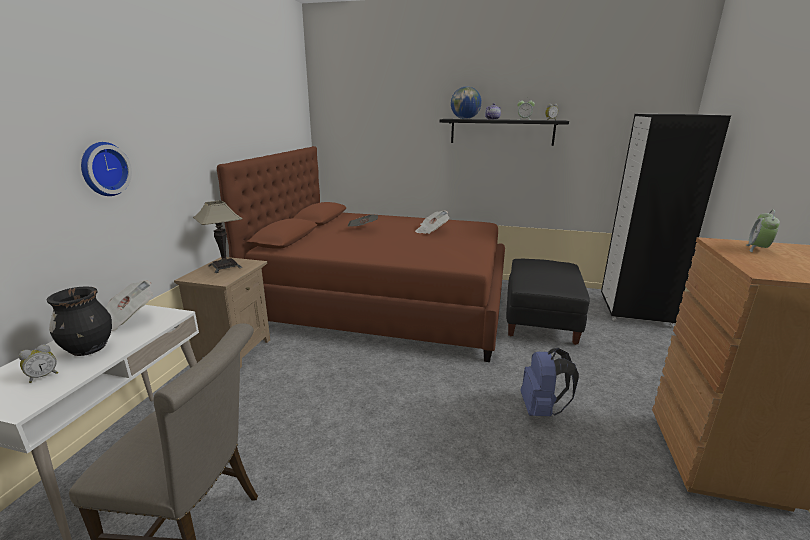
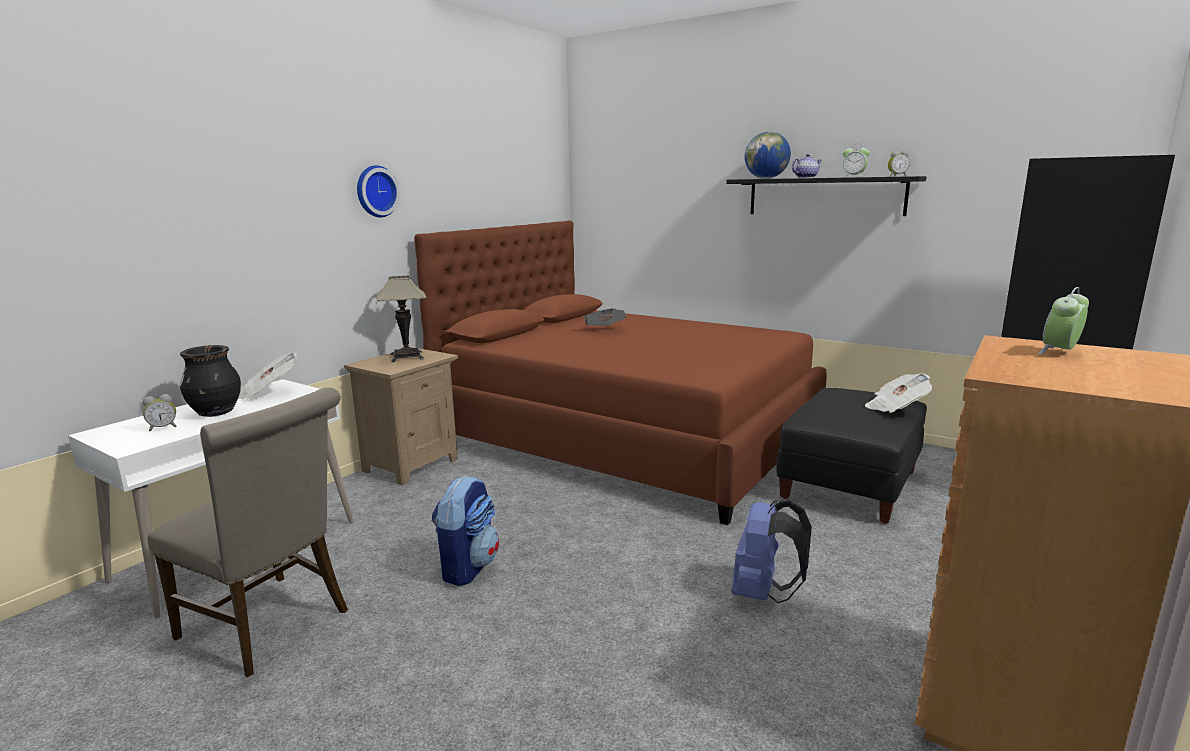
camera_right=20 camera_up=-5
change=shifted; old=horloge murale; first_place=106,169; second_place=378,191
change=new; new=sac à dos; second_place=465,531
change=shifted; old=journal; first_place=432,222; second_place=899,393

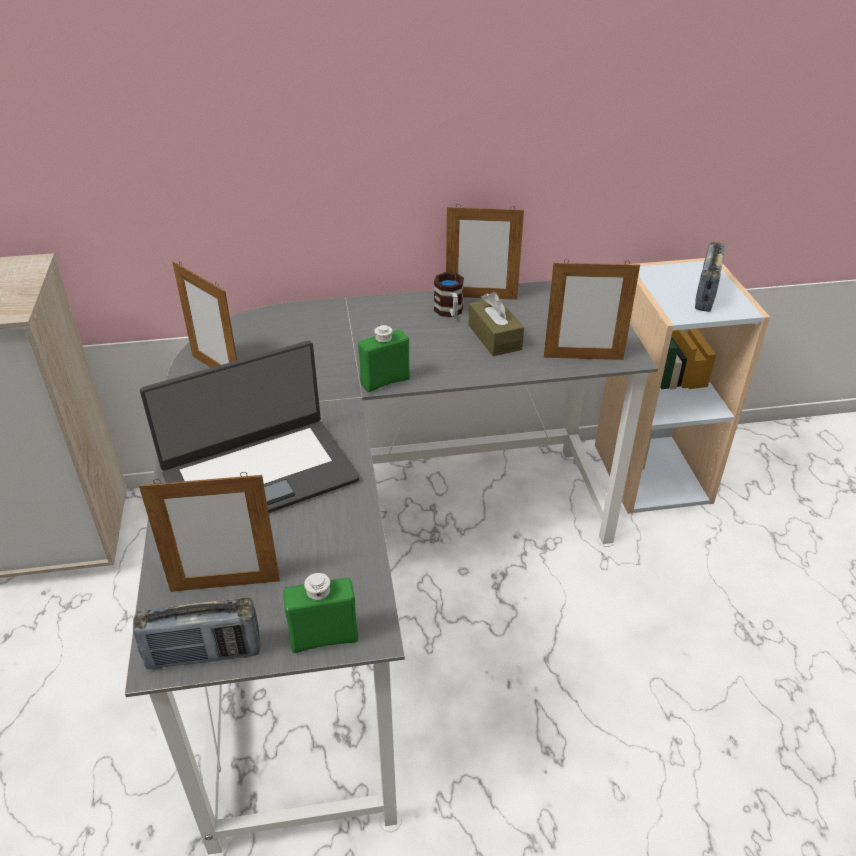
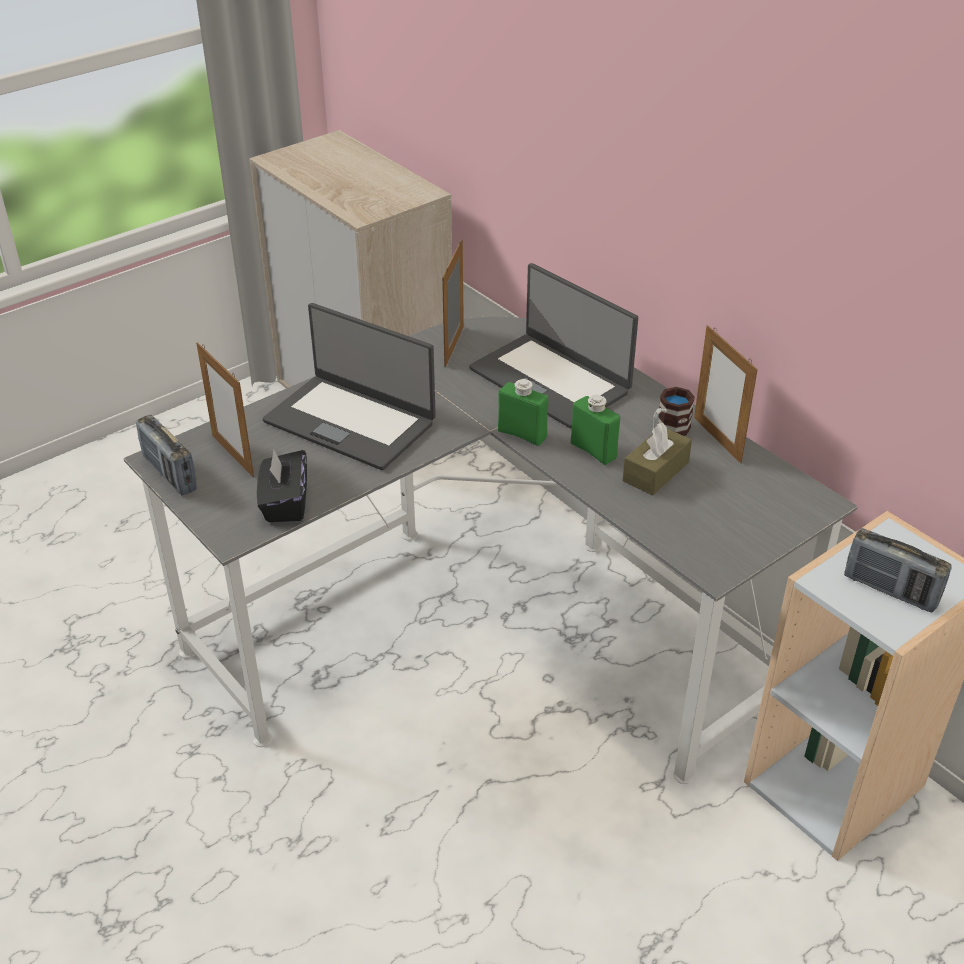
camera_right=60 camera_up=0
change=new; new=boîte à mouchoirs [noir]; second_place=282,486
change=new; new=ordinateur portable; second_place=553,346
change=shifted; old=bouteille [vert]; first_place=320,613; second_place=595,430
change=rotated; old=radio; first_place=710,277; second_place=898,570; degrees=-135
change=gone; old=cadre photo; first_place=592,309

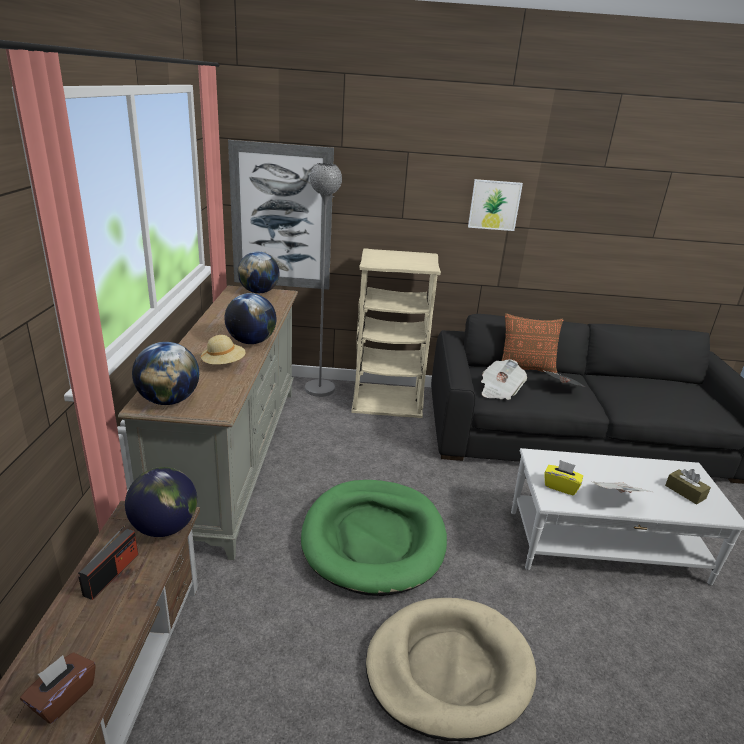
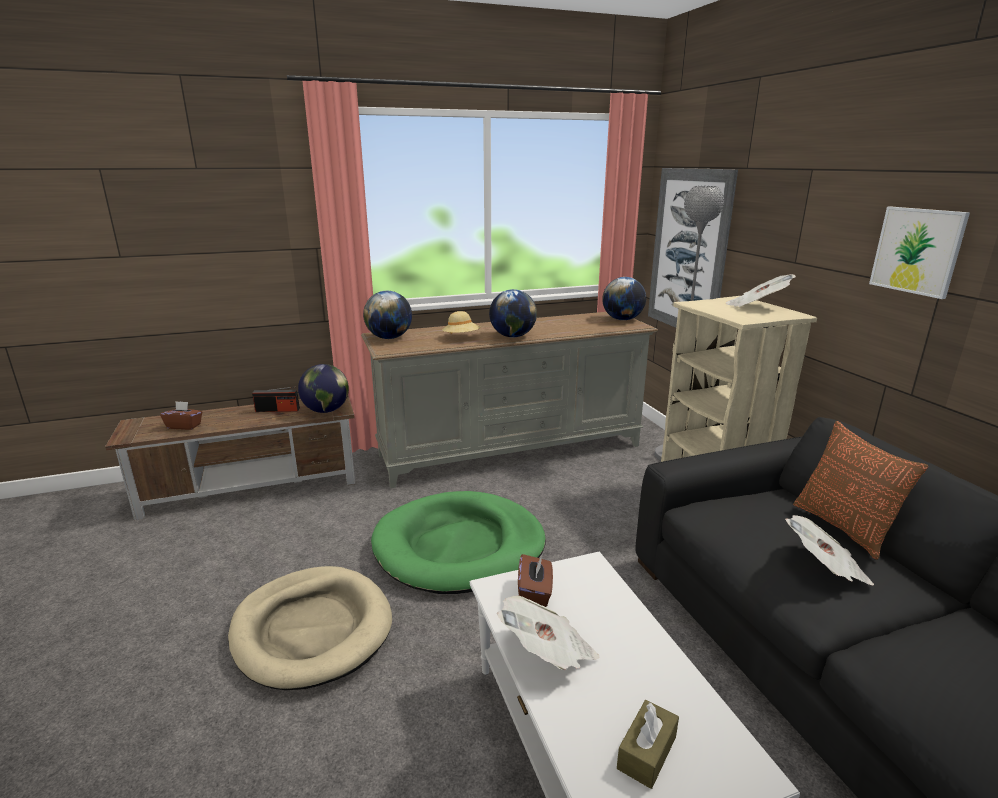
camera_right=70 camera_up=-5
change=repainted; old=boîte à mouchoirs [jaune]; new=boîte à mouchoirs [marron]; first_place=563,477; second_place=535,580
change=shifted; old=journal; first_place=504,379; second_place=761,290

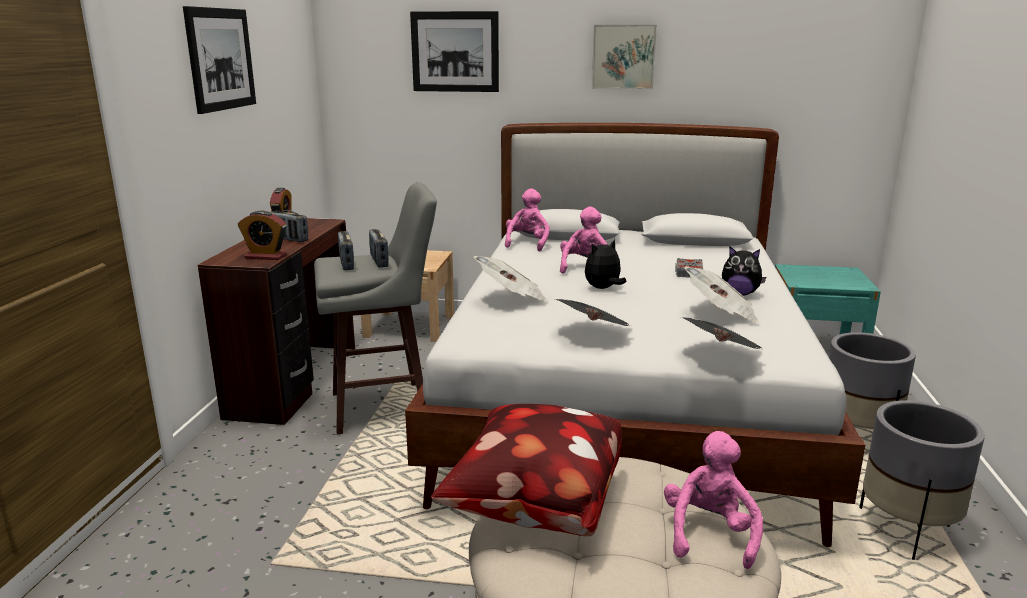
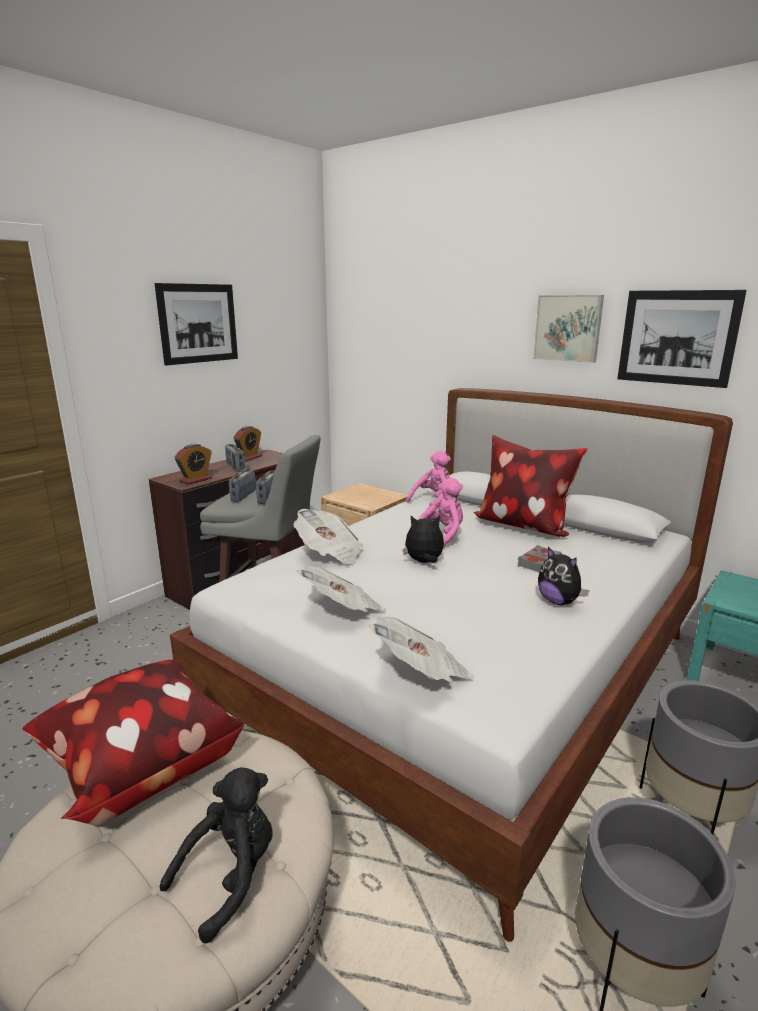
camera_right=30 camera_up=0
change=repainted; old=peluche [rose]; new=peluche [noir]; first_place=713,500; second_place=216,855
change=rotated; old=réveil; first_place=262,235; second_place=194,464; degrees=-90
change=new; new=coussin; second_place=530,486
change=shifted; old=tableau; first_place=454,51; second_place=682,339
change=gone; old=journal; first_place=722,294

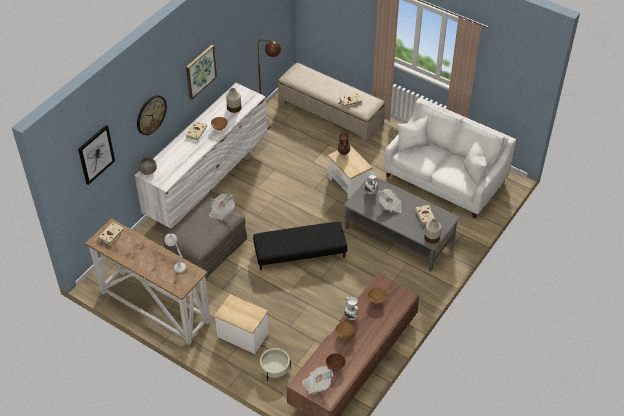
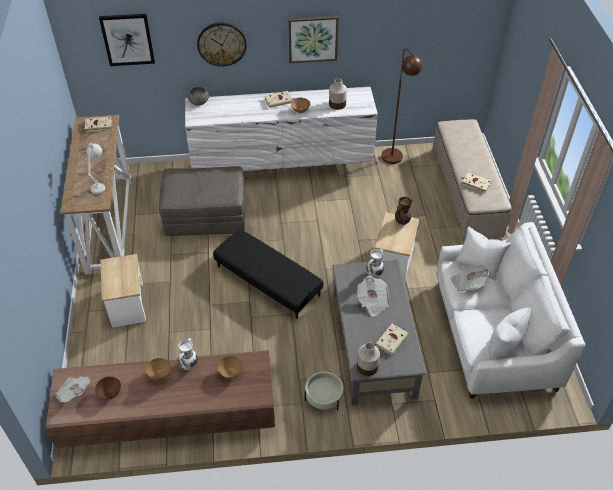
camera_right=50 camera_up=0
change=shifted; old=cache-pot [beige]; first_place=275,364; second_place=324,391
change=shifted; old=journal; first_place=222,207; second_place=470,278

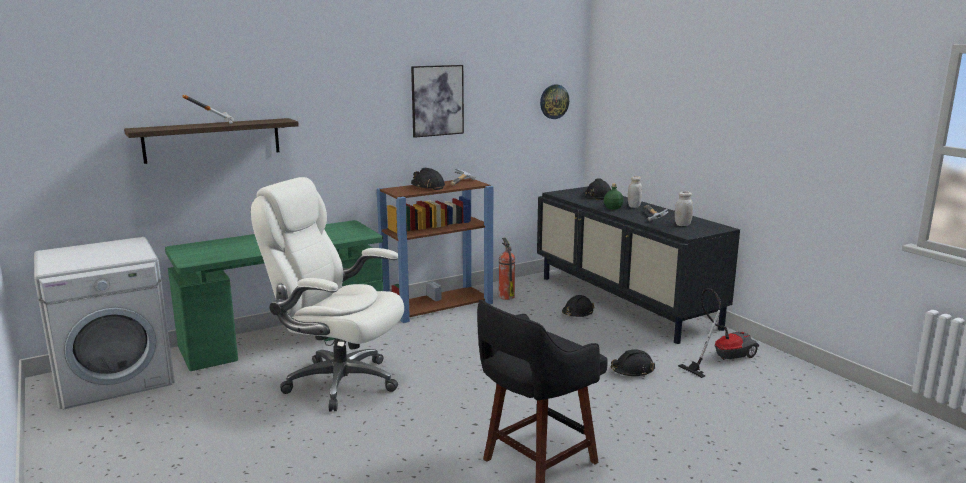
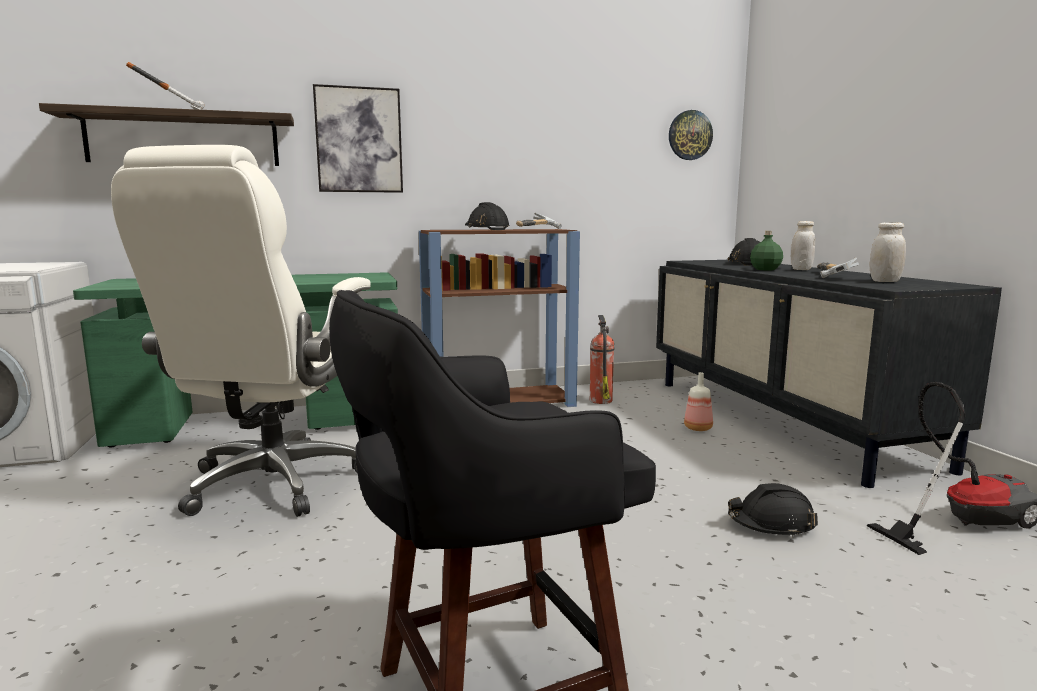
camera_right=15 camera_up=-5
change=rotated; old=chaise de bureau [blanc]; first_place=327,294; second_place=241,331; degrees=-120
change=shifted; old=tableau; first_place=437,101; second_place=358,138
change=swapped; old=casque de chantier [noir]; new=bouteille; first_place=578,306; second_place=698,401

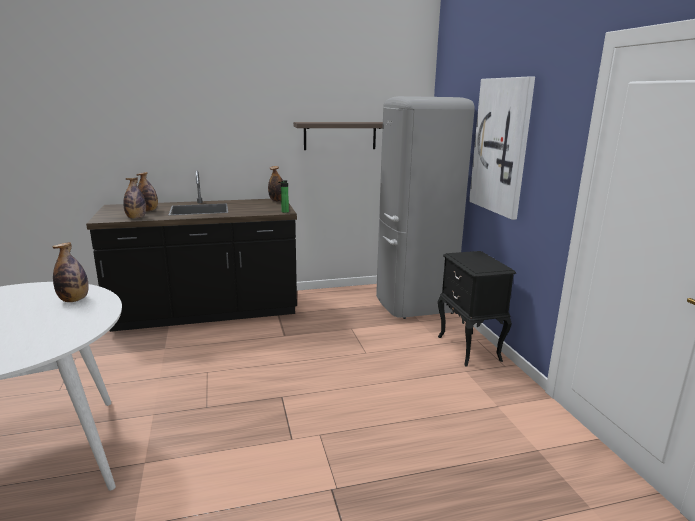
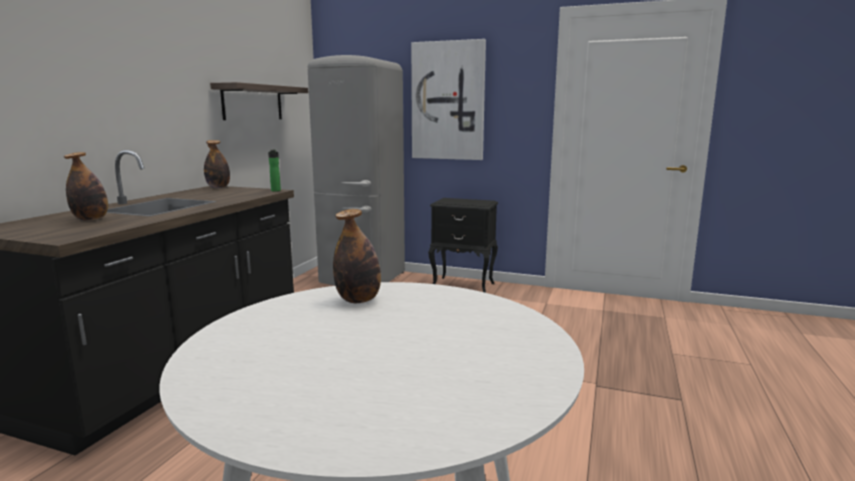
camera_right=-55 camera_up=-5
change=gone; old=bouteille; first_place=134,198

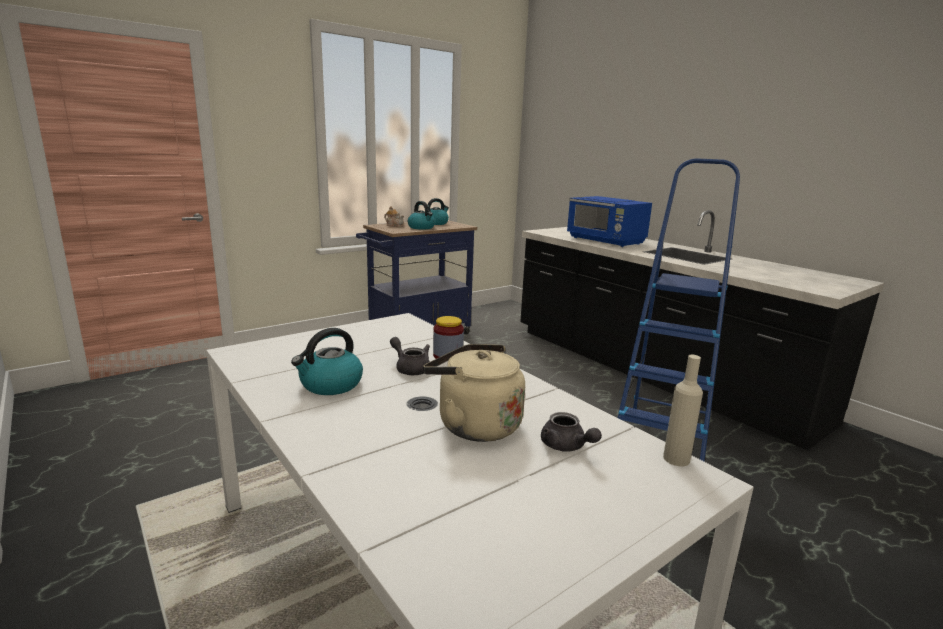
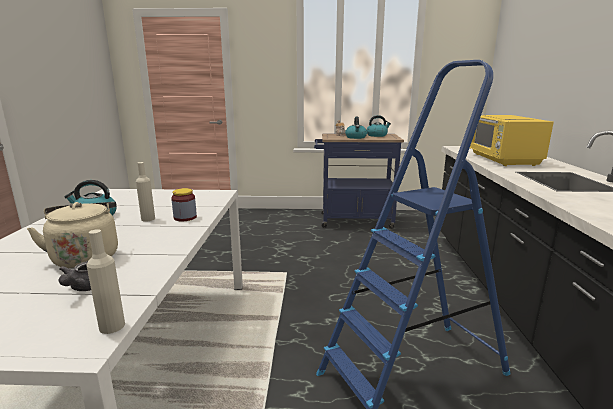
camera_right=40 camera_up=0
change=swapped; old=théière [gris]; new=bouteille [beige]; first_place=410,356; second_place=145,192
change=repainted; old=micro-ondes [bleu]; new=micro-ondes [jaune]; first_place=609,221; second_place=512,140

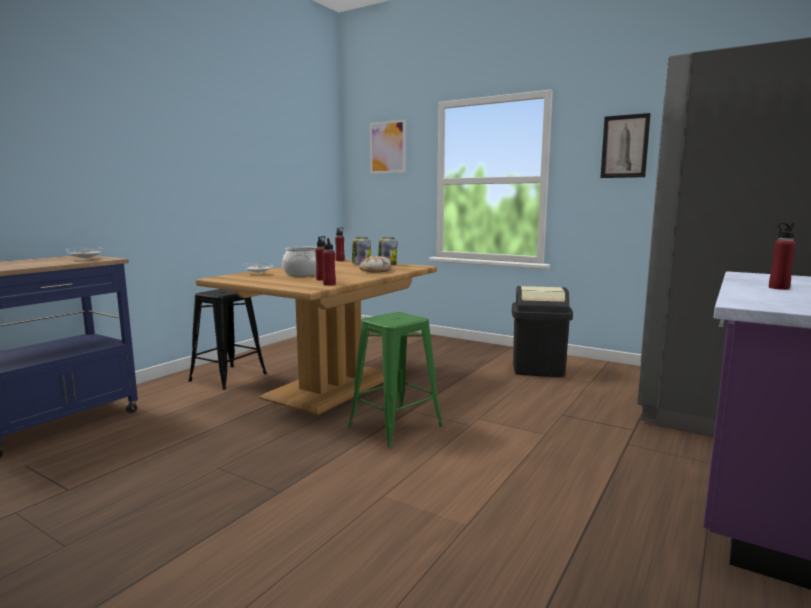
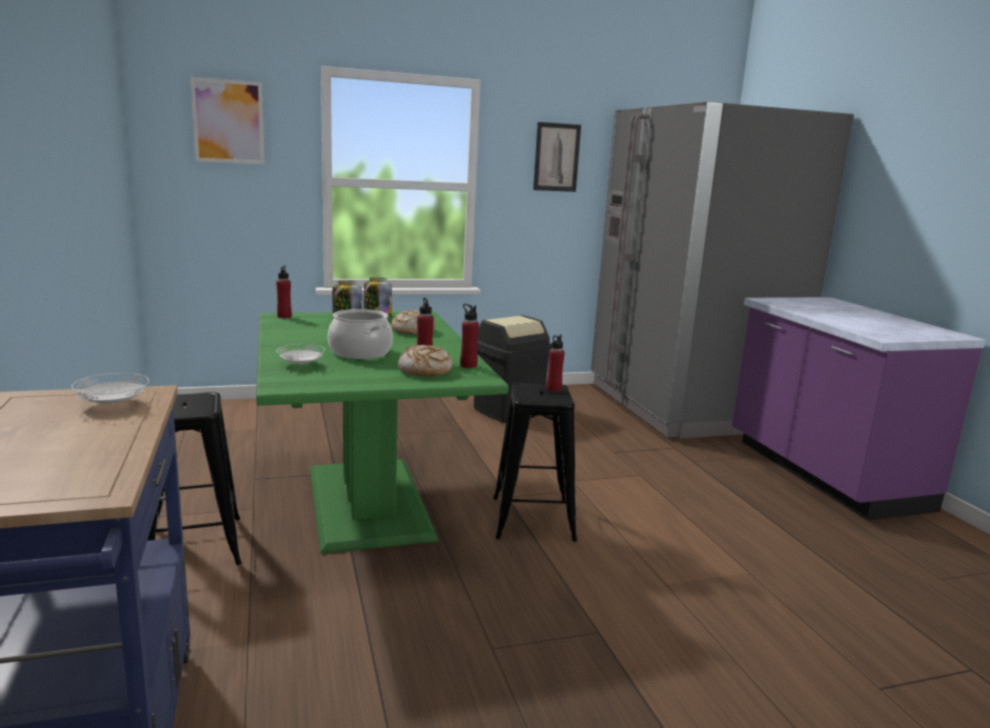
camera_right=-50 camera_up=5
change=repainted; old=table à manger [marron]; new=table à manger [vert]; first_place=316,337; second_place=382,432
change=new; new=pain; second_place=425,360
change=repainted; old=tabouret [vert]; new=tabouret [noir]; first_place=395,379; second_place=535,462
change=shifted; old=bouteille [rouge]; first_place=782,256; second_place=555,363

